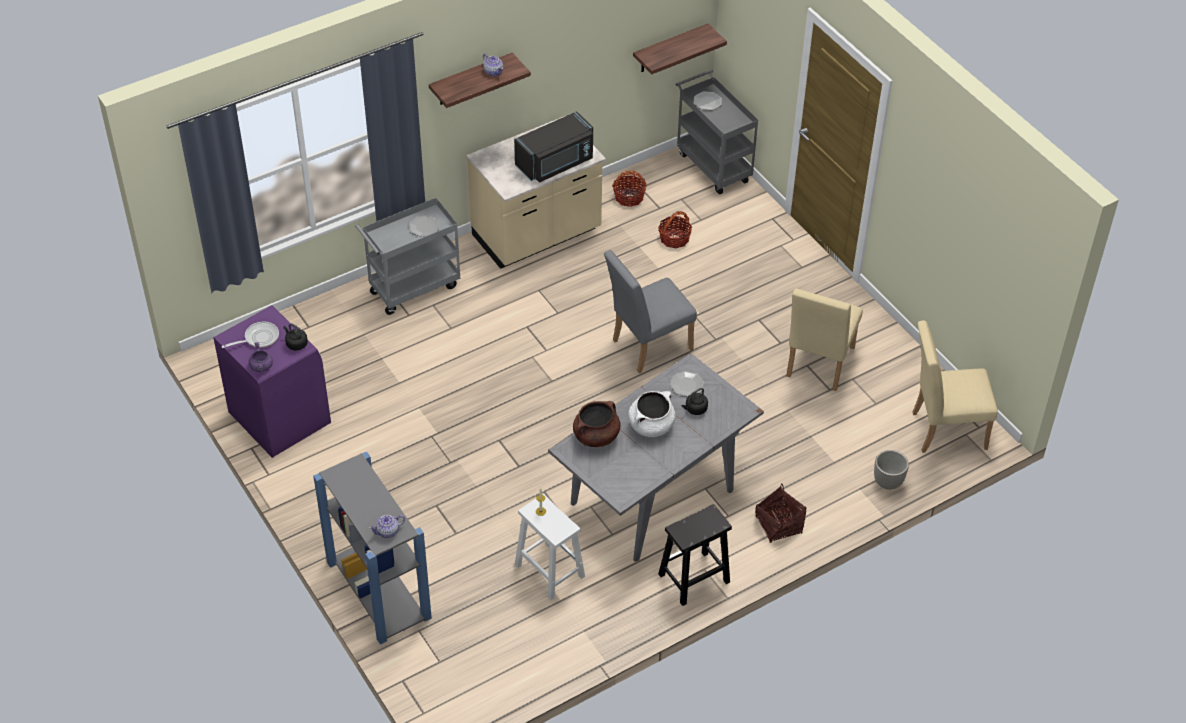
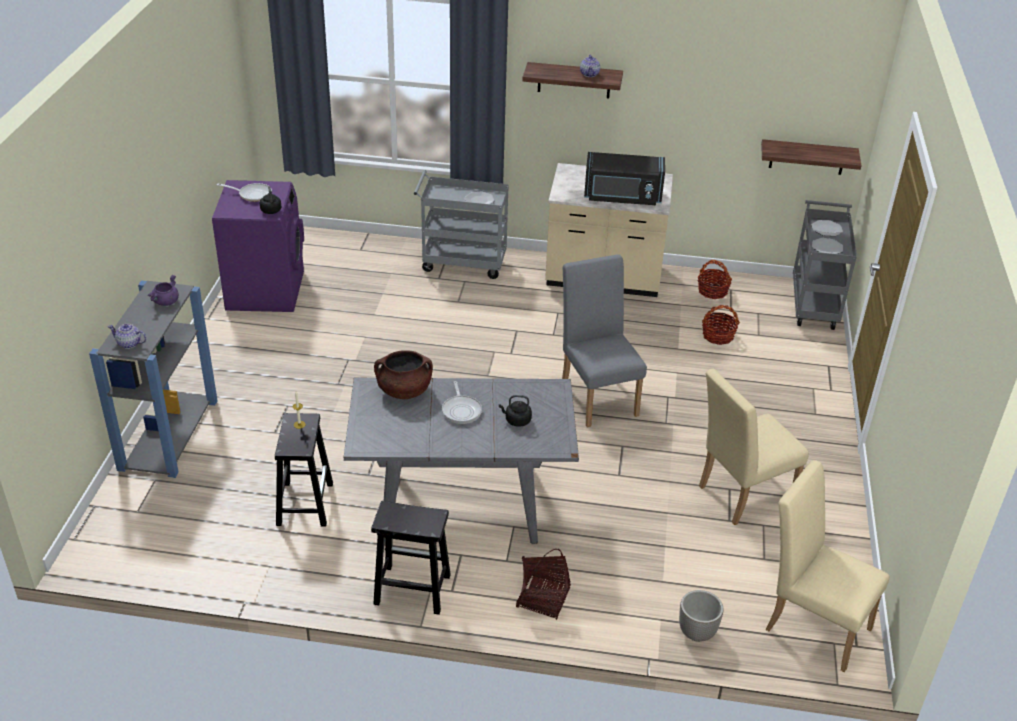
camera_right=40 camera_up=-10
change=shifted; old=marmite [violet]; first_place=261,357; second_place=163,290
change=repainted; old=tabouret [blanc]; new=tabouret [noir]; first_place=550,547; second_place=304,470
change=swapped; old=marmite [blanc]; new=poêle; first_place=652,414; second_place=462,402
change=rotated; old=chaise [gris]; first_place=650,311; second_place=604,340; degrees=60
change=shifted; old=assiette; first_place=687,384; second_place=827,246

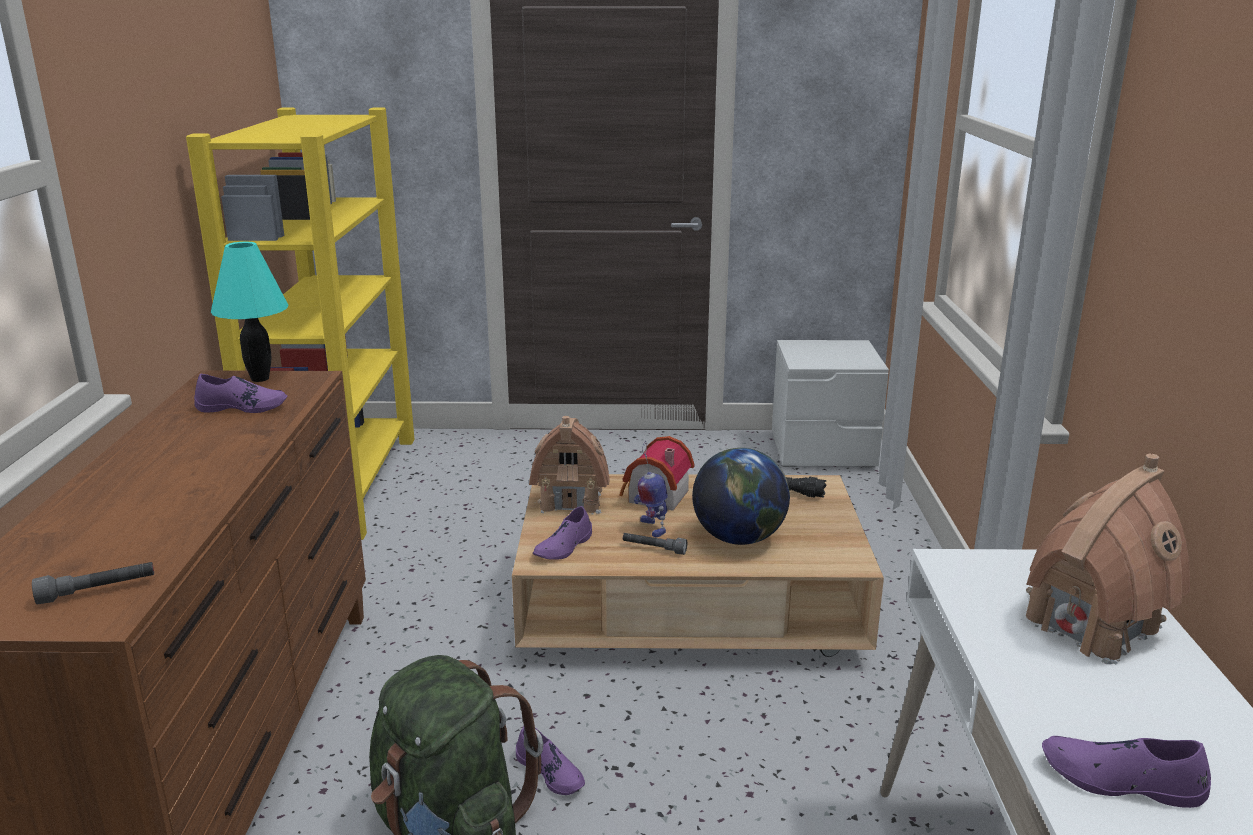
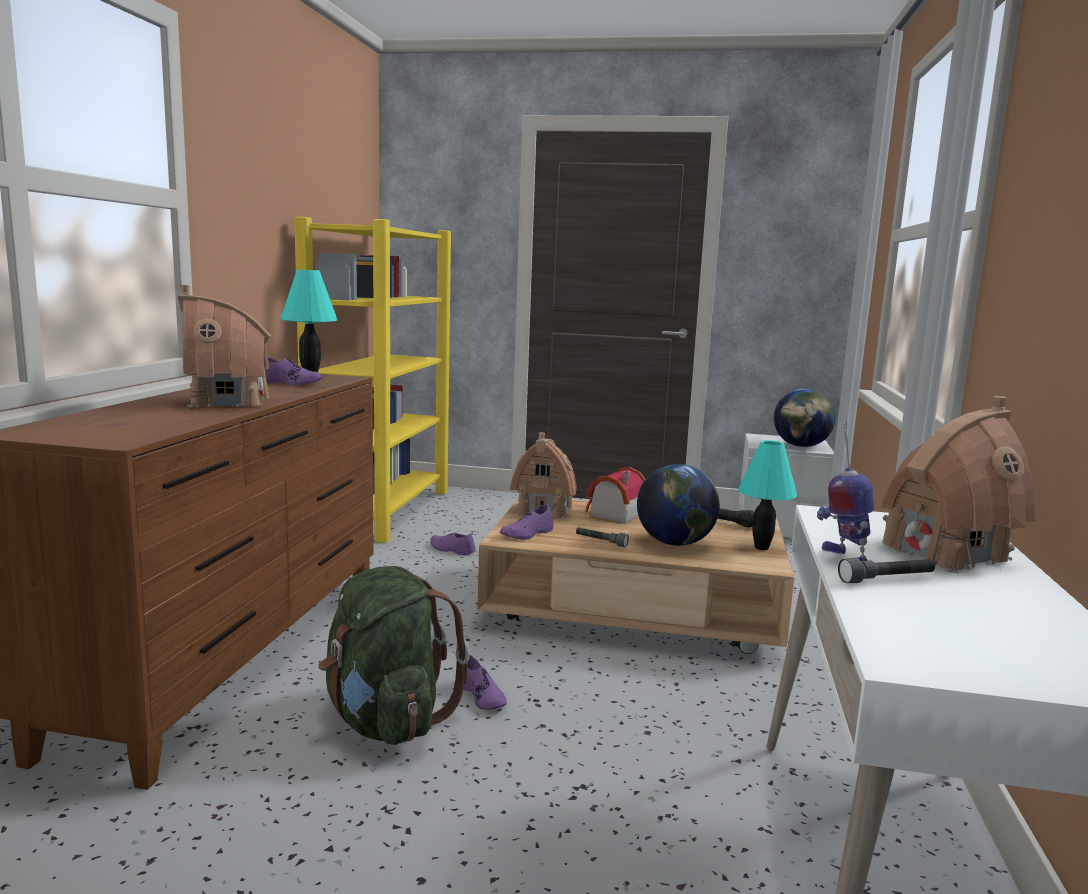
camera_right=10 camera_up=-10
change=new; new=maison miniature; second_place=224,346
change=shifted; old=chaussure [violet]; first_place=1126,772; second_place=453,544
change=new; new=lampe de table [turquoise]; second_place=767,495
change=new; new=globe; second_place=805,417
change=shifted; old=robot jouet; first_place=651,489; second_place=845,490
change=shifted; old=lampe de poche [gris]; first_place=93,583; second_place=886,570

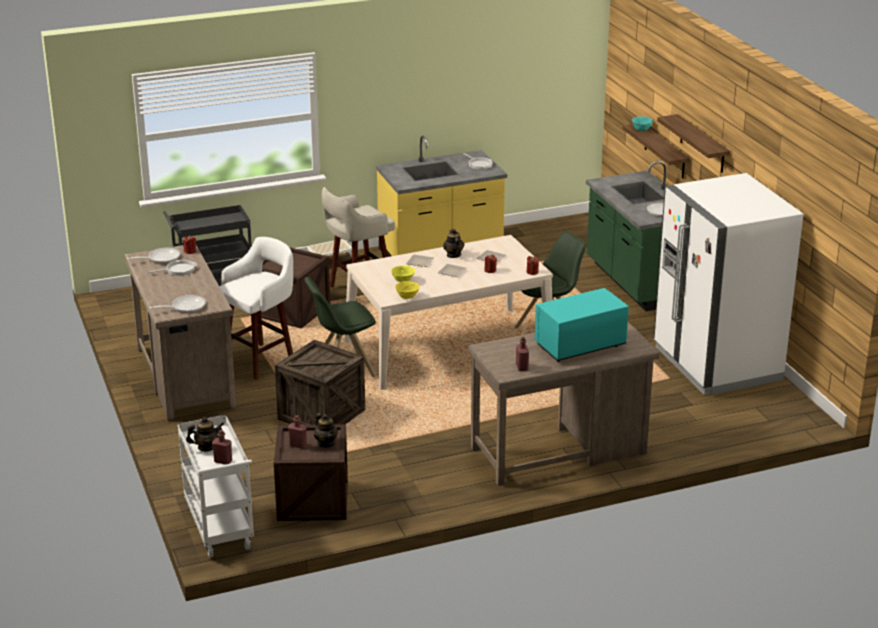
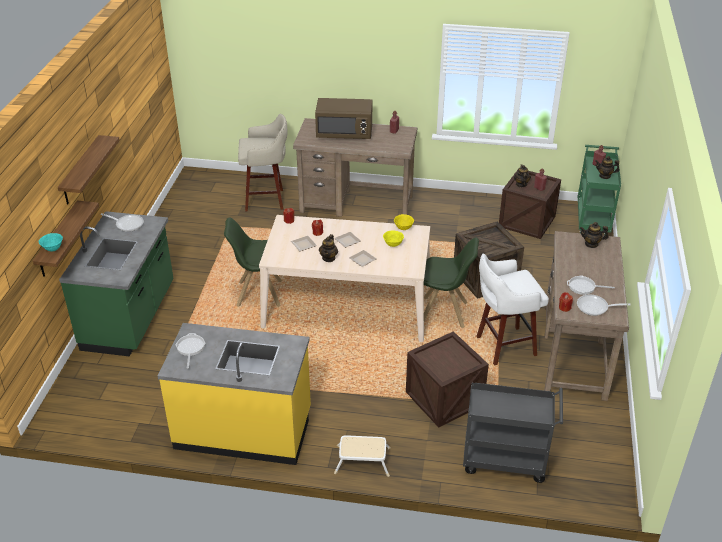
camera_right=-150 camera_up=10
change=shifted; old=tabouret [beige]; first_place=358,243; second_place=262,163
change=repainted; old=micro-ondes [turquoise]; new=micro-ondes [marron]; first_place=582,325; second_place=343,118
change=repainted; old=chariot [blanc]; new=chariot [vert]; first_place=216,486; second_place=599,190
change=swapped; old=poêle; new=théière; first_place=177,304; second_place=594,235
change=gone; old=réfrigérateur [blanc]; first_place=728,284

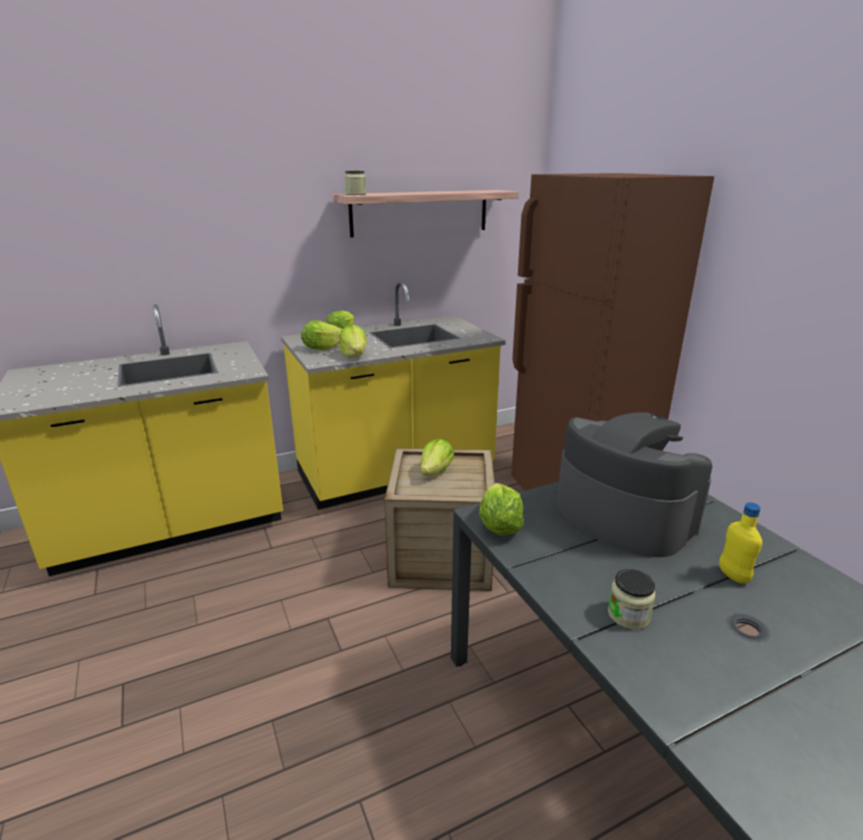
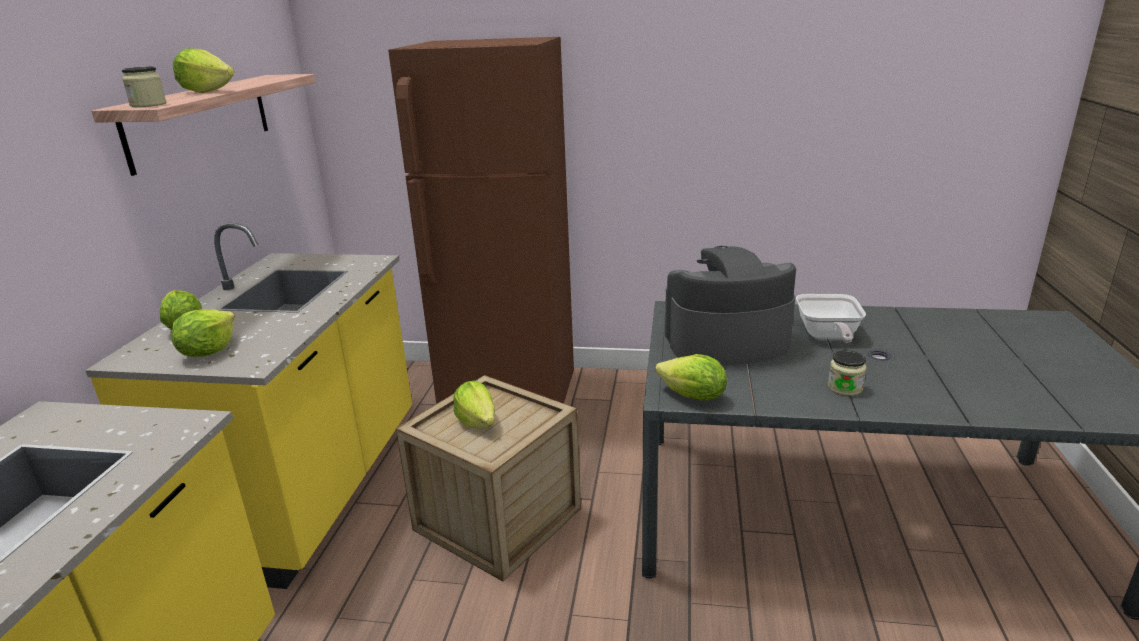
camera_right=-55 camera_up=0
change=shifted; old=laitue; first_place=353,341; second_place=203,70
change=swapped; old=bouteille [jaune]; new=poêle; first_place=740,543; second_place=831,318

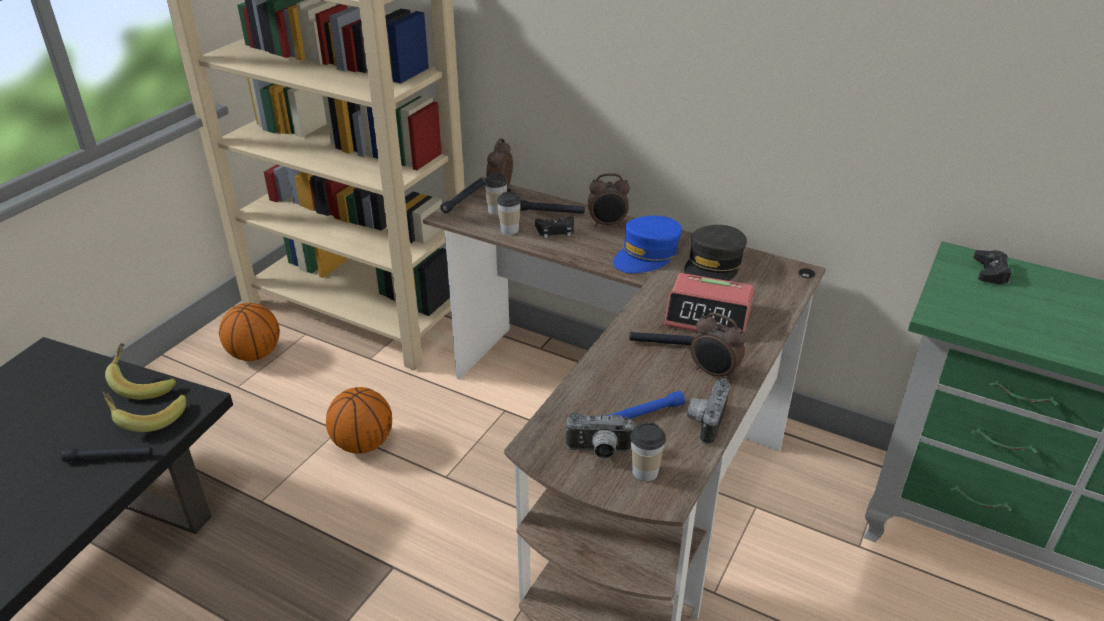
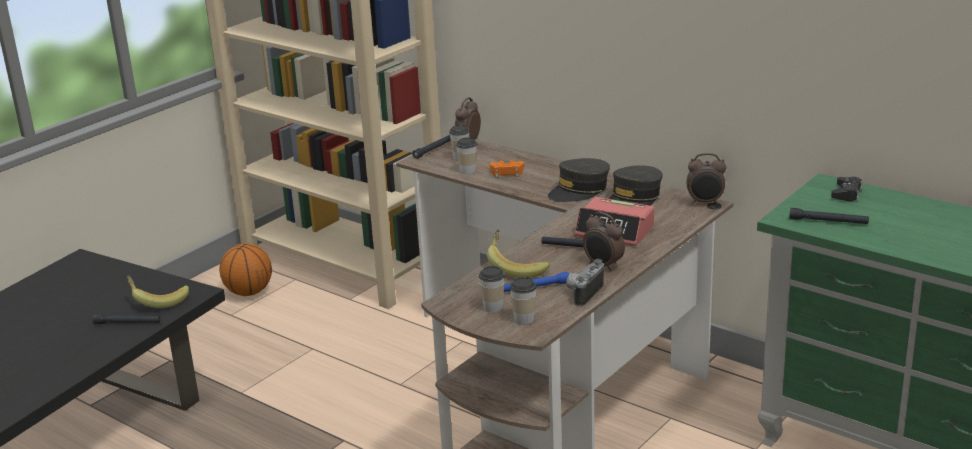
camera_right=10 camera_up=-10
change=swapped; old=appareil photo; new=tasse; first_place=599,436; second_place=492,289
change=shifted; old=banane; first_place=140,371; second_place=518,254
change=repainted; old=manette [noir]; new=manette [orange]; first_place=554,227; second_place=507,168
change=repainted; old=casquette [bleu]; new=casquette [gris]; first_place=647,244; second_place=579,180
change=shifted; old=réveil; first_place=609,200; second_place=706,178
change=shifted; old=lampe de poche [noir]; first_place=552,207; second_place=829,216
change=gone; old=ballon de basket; first_place=359,420

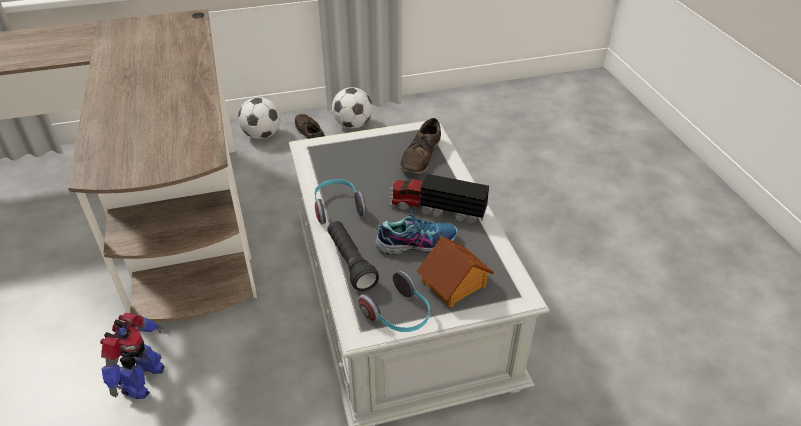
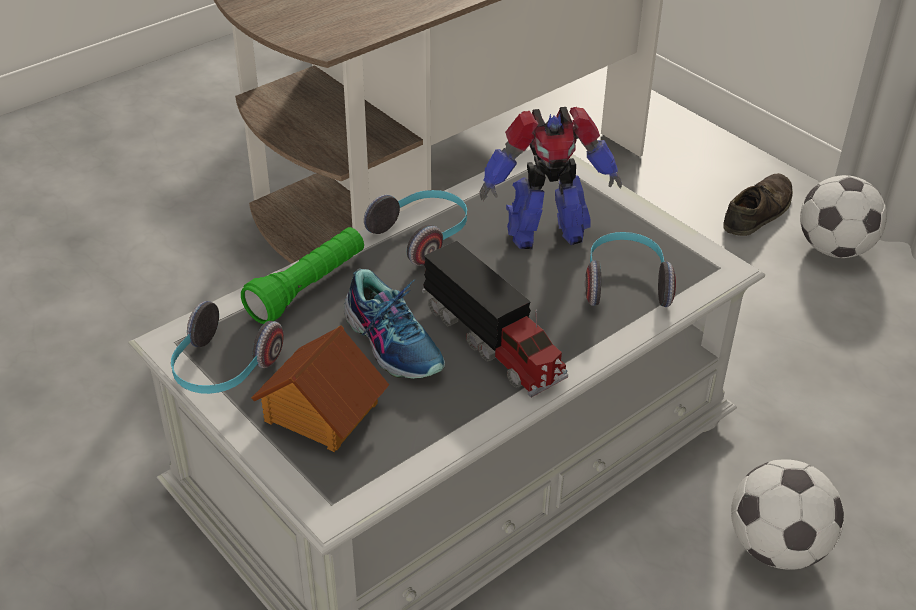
camera_right=65 camera_up=0
change=repainted; old=lampe de poche [noir]; new=lampe de poche [vert]; first_place=353,256; second_place=302,275
change=rotated; old=camion jouet; first_place=439,199; second_place=495,319; degrees=150
change=shifted; old=robot jouet; first_place=132,356; second_place=551,178
change=swapped; old=chaussure [marron]; new=casque audio; first_place=420,146; second_place=630,269
change=shifted; old=ballon de foot; first_place=259,118; second_place=787,514

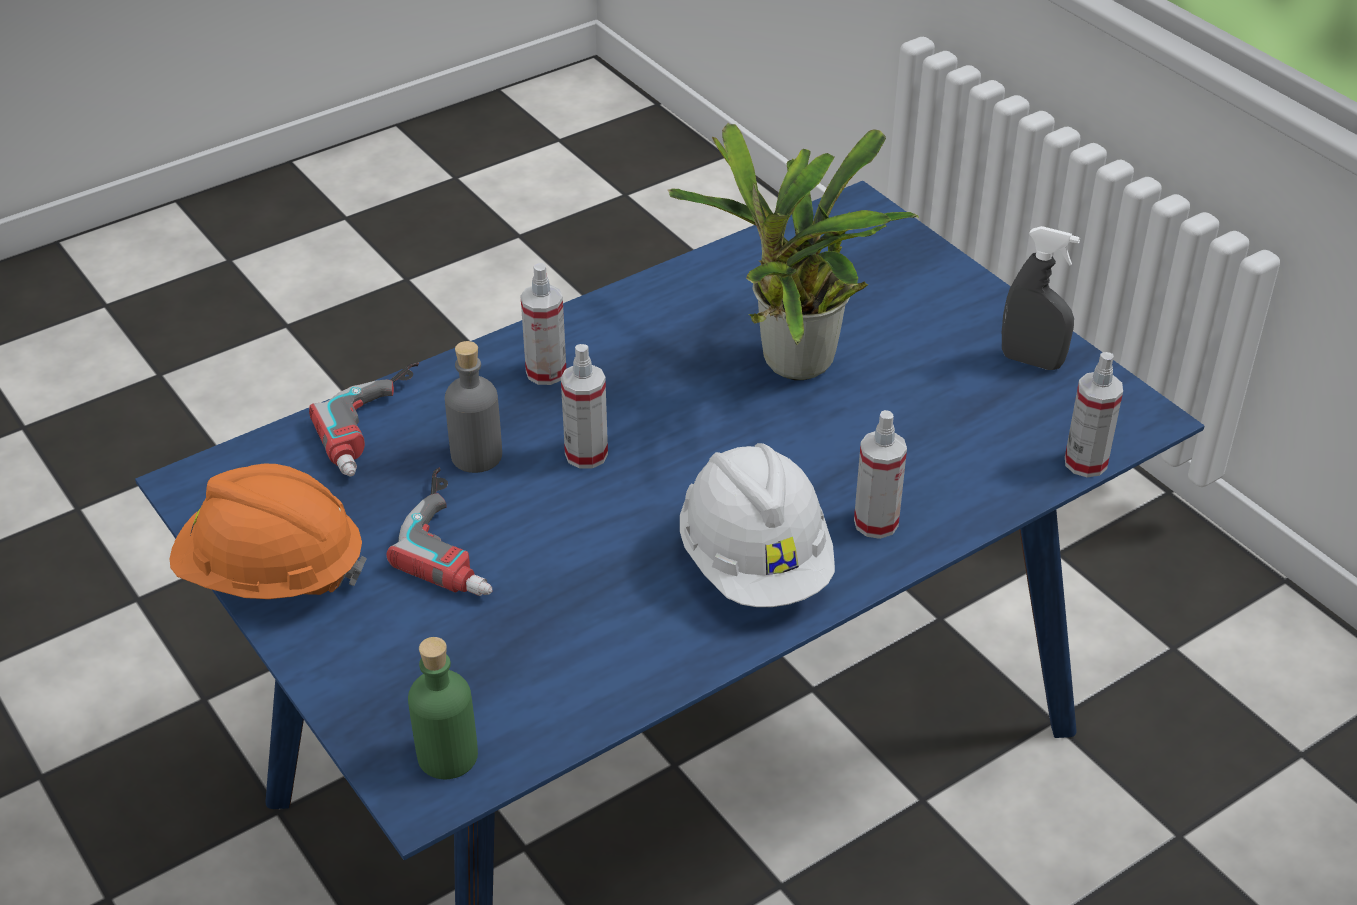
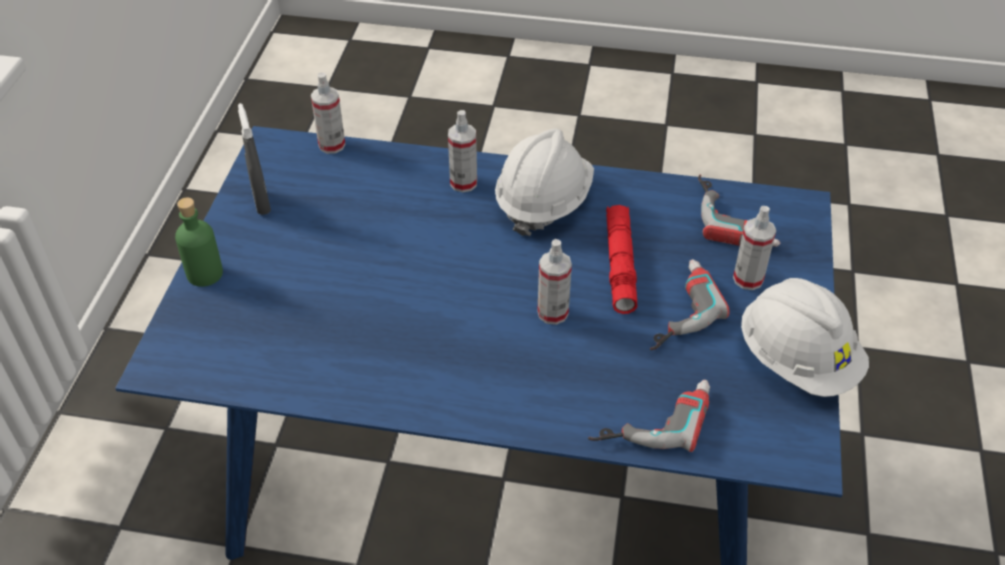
camera_right=-135 camera_up=5
change=shifted; old=bouteille [vert]; first_place=443,708; second_place=199,242
change=new; new=lampe de poche [rouge]; second_place=621,259
change=new; new=perceuse; second_place=739,211
change=shifted; old=vaporisateur; first_place=543,324; second_place=754,248
change=repainted; old=casque de chantier [orange]; new=casque de chantier [blanc]; first_place=268,531; second_place=805,337
change=gone; old=bouteille [gris]; first_place=473,407
change=gone; old=plante en pot; first_place=793,251

